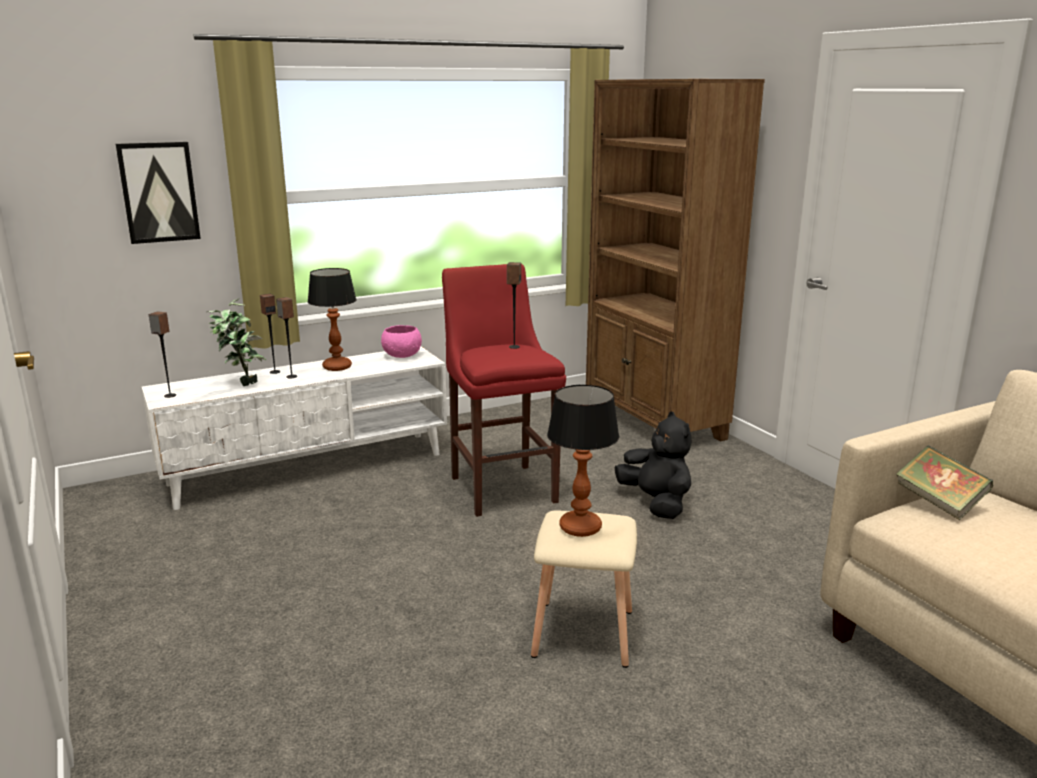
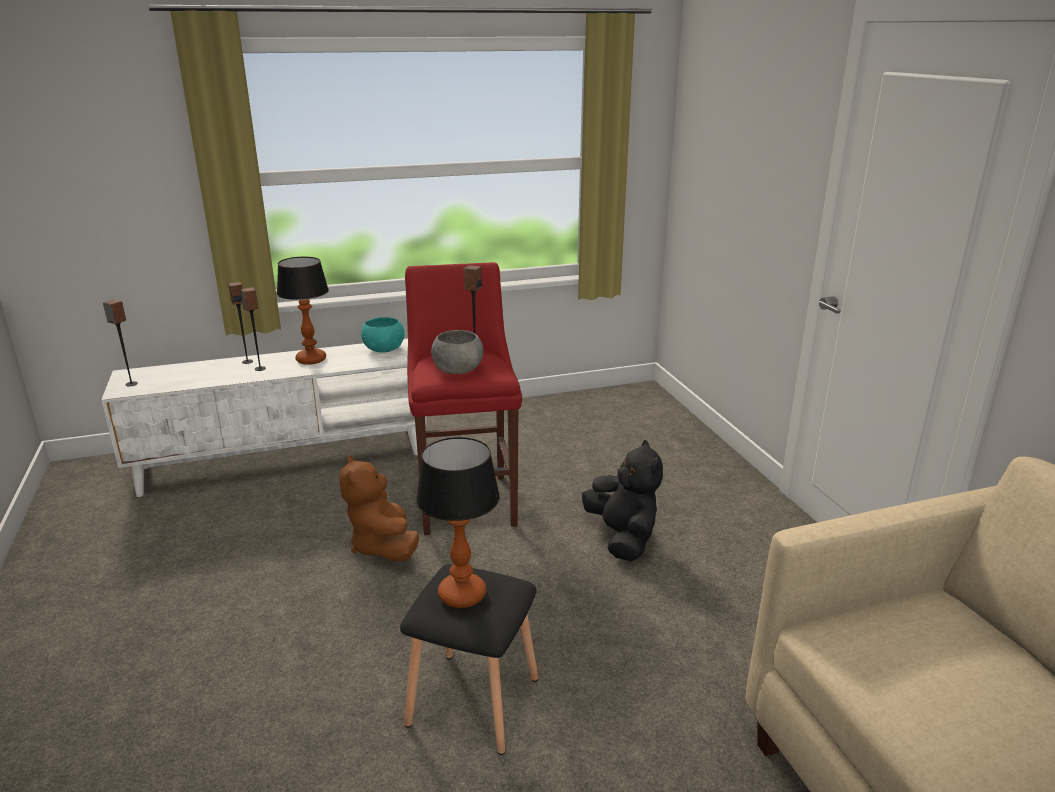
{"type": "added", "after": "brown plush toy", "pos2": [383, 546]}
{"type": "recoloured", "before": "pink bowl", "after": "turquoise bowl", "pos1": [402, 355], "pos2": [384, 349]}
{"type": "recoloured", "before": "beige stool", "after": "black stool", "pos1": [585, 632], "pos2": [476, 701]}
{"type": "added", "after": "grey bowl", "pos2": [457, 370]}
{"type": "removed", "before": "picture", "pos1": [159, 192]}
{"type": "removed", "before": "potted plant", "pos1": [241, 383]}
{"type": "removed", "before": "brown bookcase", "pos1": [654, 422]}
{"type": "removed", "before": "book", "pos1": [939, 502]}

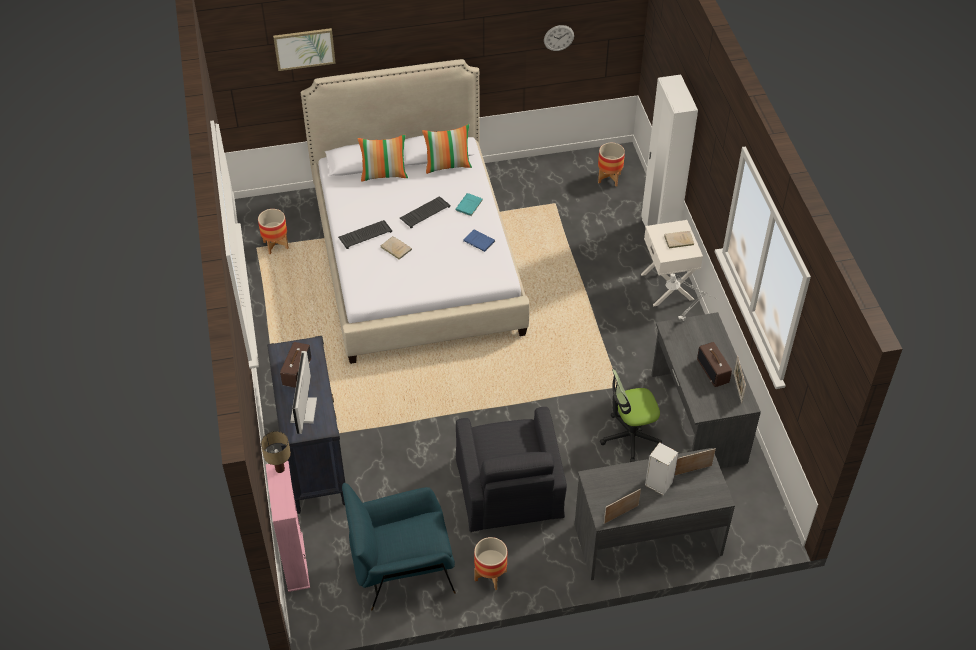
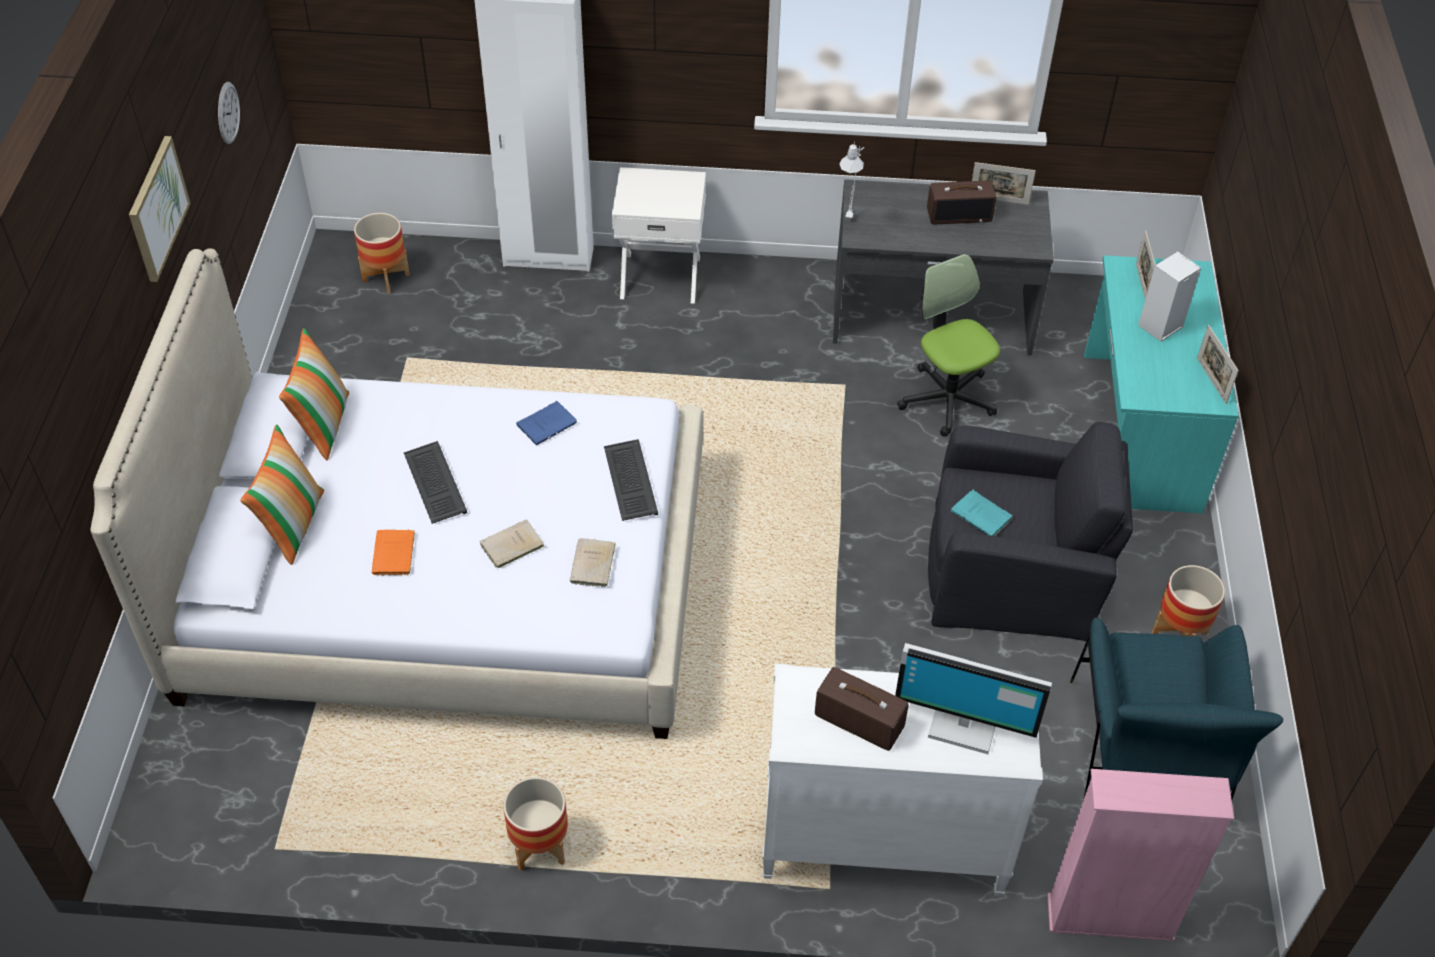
{"type": "moved", "before": "picture", "pos1": [304, 48], "pos2": [157, 208]}
{"type": "added", "after": "orange book", "pos2": [393, 555]}
{"type": "moved", "before": "planter", "pos1": [276, 245], "pos2": [539, 847]}
{"type": "moved", "before": "beige book", "pos1": [678, 240], "pos2": [592, 566]}
{"type": "moved", "before": "keyboard", "pos1": [365, 234], "pos2": [629, 481]}
{"type": "recoloured", "before": "black dresser", "after": "white dresser", "pos1": [313, 459], "pos2": [881, 844]}
{"type": "turned", "before": "office chair", "pos1": [630, 437], "pos2": [947, 399], "turn": 150}
{"type": "moved", "before": "turquoise book", "pos1": [468, 206], "pos2": [982, 516]}
{"type": "recoloured", "before": "grey desk", "after": "turquoise desk", "pos1": [647, 538], "pos2": [1138, 430]}
{"type": "removed", "before": "table lamp", "pos1": [279, 469]}

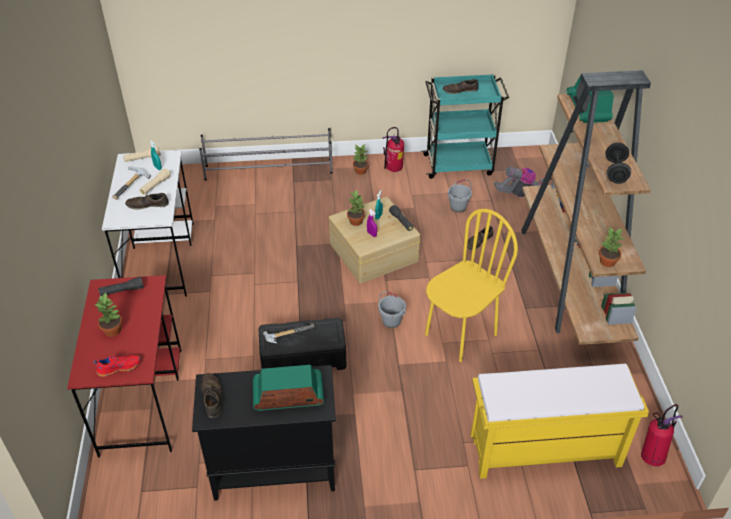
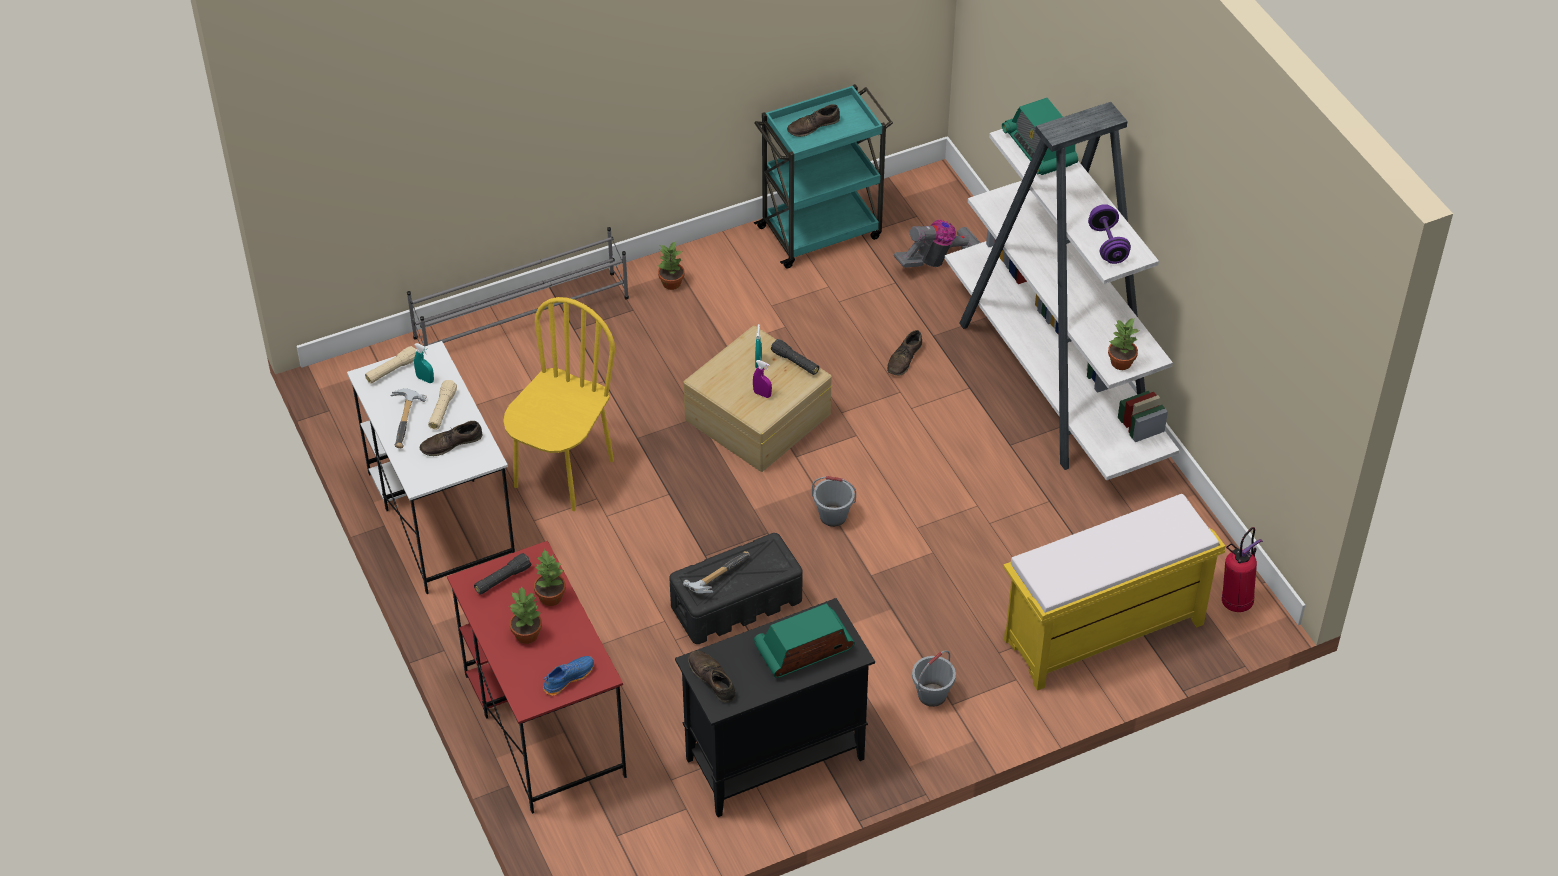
{"type": "moved", "before": "yellow chair", "pos1": [460, 334], "pos2": [563, 473]}
{"type": "moved", "before": "potted plant", "pos1": [356, 221], "pos2": [550, 596]}
{"type": "recoloured", "before": "red shoe", "after": "blue shoe", "pos1": [119, 367], "pos2": [568, 678]}
{"type": "moved", "before": "grey bucket", "pos1": [458, 207], "pos2": [932, 695]}
{"type": "recoloured", "before": "brown bookcase", "after": "white bookcase", "pos1": [570, 278], "pos2": [1055, 382]}
{"type": "recoloured", "before": "black dumbbell", "after": "purple dumbbell", "pos1": [615, 172], "pos2": [1107, 245]}
{"type": "removed", "before": "fire extinguisher", "pos1": [393, 170]}

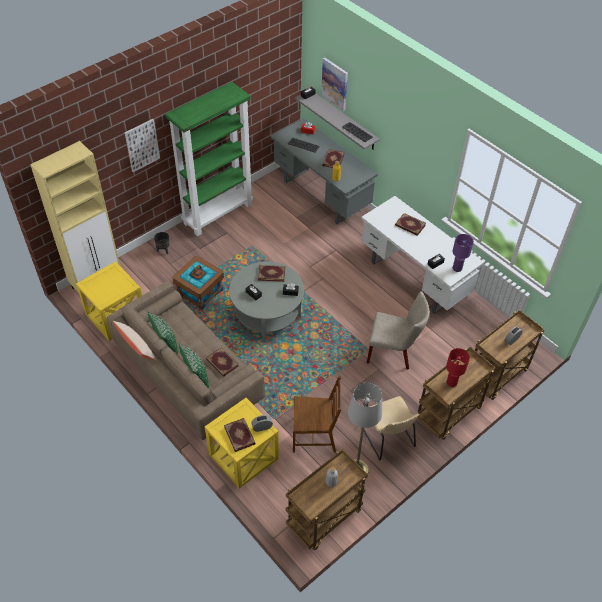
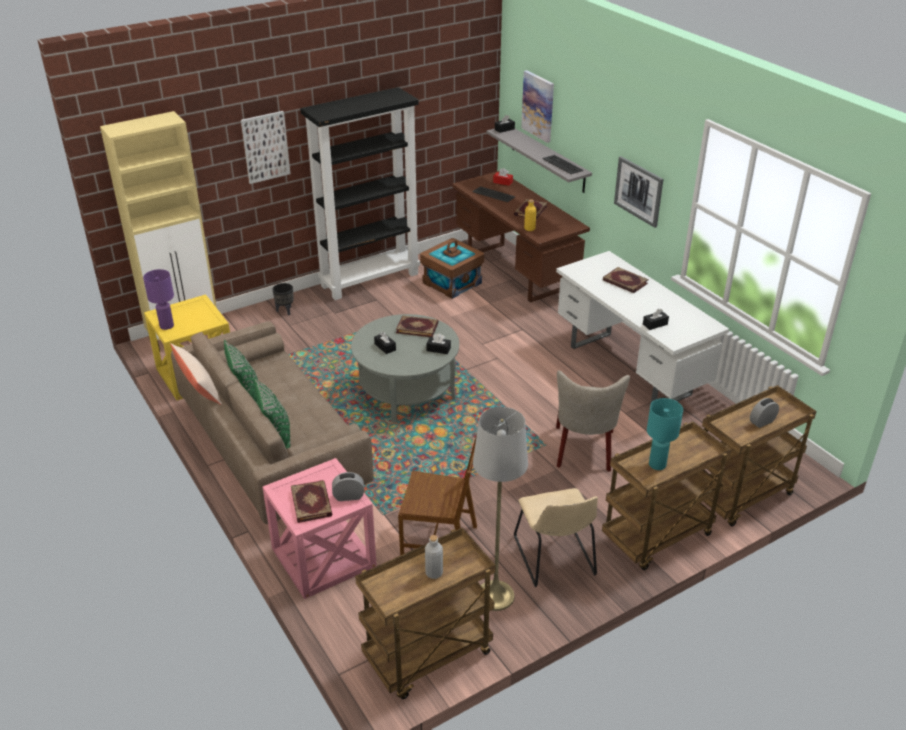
{"type": "moved", "before": "purple table lamp", "pos1": [457, 268], "pos2": [167, 326]}
{"type": "recoloured", "before": "yellow side table", "after": "pink side table", "pos1": [243, 456], "pos2": [323, 557]}
{"type": "recoloured", "before": "green bookcase", "after": "black bookcase", "pos1": [218, 213], "pos2": [370, 279]}
{"type": "moved", "before": "brown storage box", "pos1": [200, 291], "pos2": [452, 283]}
{"type": "recoloured", "before": "grey desk", "after": "brown desk", "pos1": [322, 195], "pos2": [516, 272]}
{"type": "turned", "before": "beige chair", "pos1": [393, 352], "pos2": [584, 452], "turn": 75}
{"type": "added", "after": "picture", "pos2": [638, 191]}
{"type": "recoloured", "before": "red table lamp", "after": "turquoise table lamp", "pos1": [451, 382], "pos2": [656, 464]}
{"type": "removed", "before": "book", "pos1": [222, 363]}

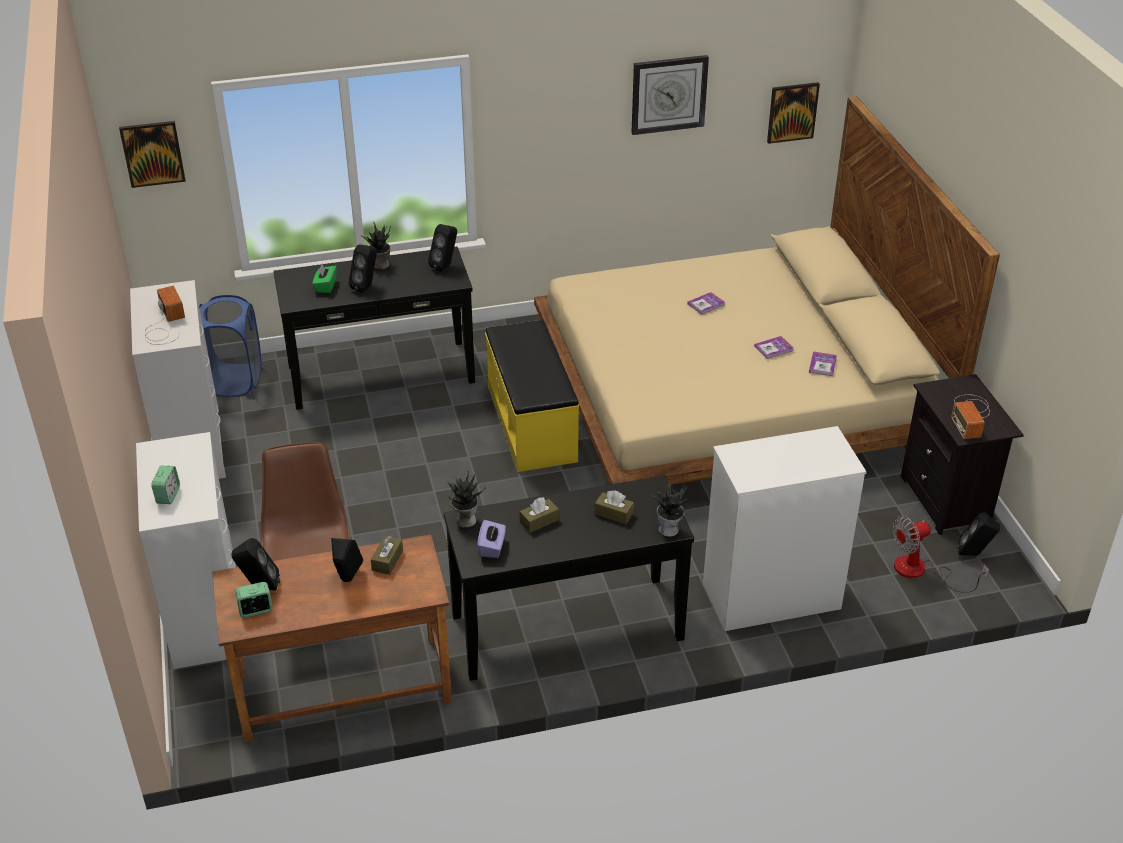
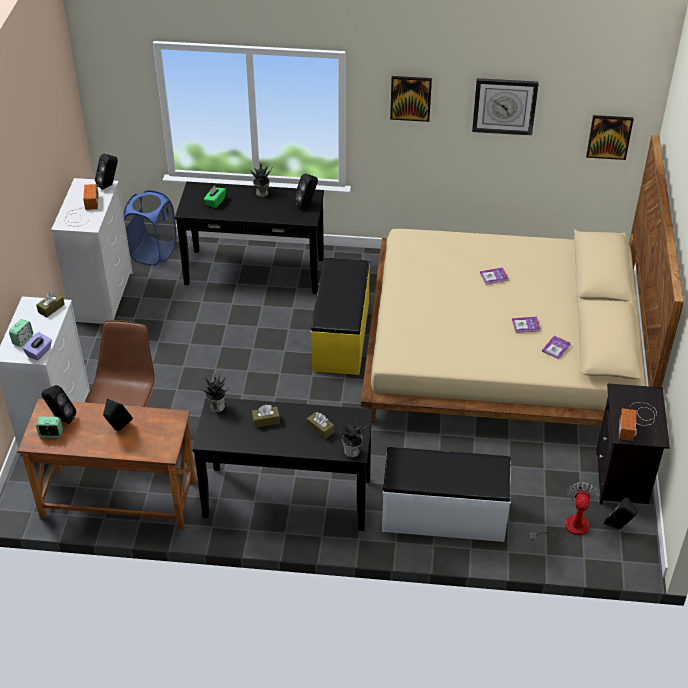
{"type": "moved", "before": "purple tissue box", "pos1": [492, 547], "pos2": [39, 352]}
{"type": "moved", "before": "brown tissue box", "pos1": [387, 560], "pos2": [51, 308]}
{"type": "moved", "before": "black speaker", "pos1": [366, 287], "pos2": [109, 185]}
{"type": "replaced", "before": "white dresser", "after": "white bench", "pos1": [770, 596], "pos2": [443, 516]}
{"type": "moved", "before": "picture", "pos1": [152, 153], "pos2": [410, 98]}
{"type": "turned", "before": "fan", "pos1": [921, 571], "pos2": [568, 529], "turn": 105}

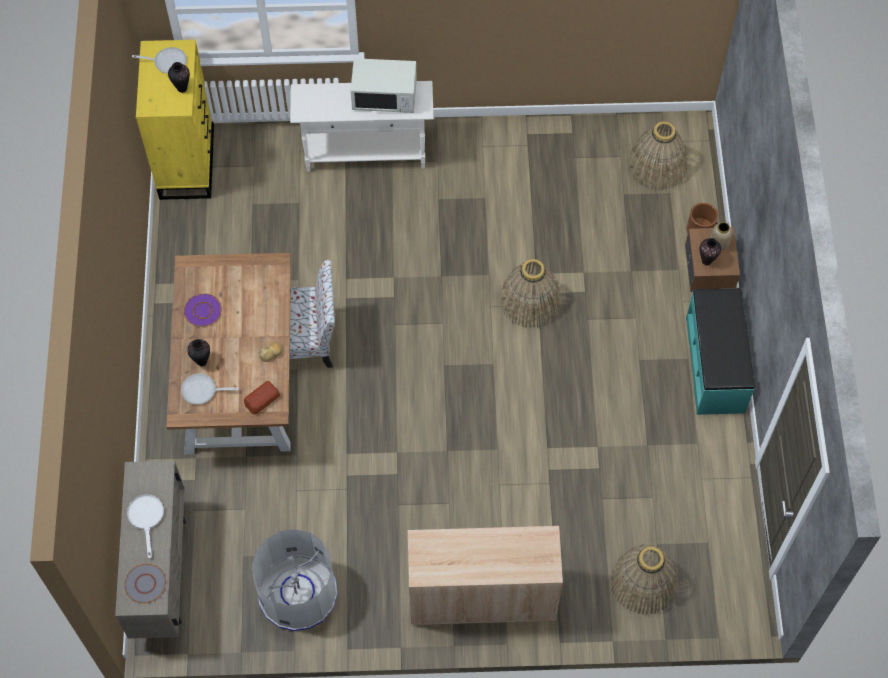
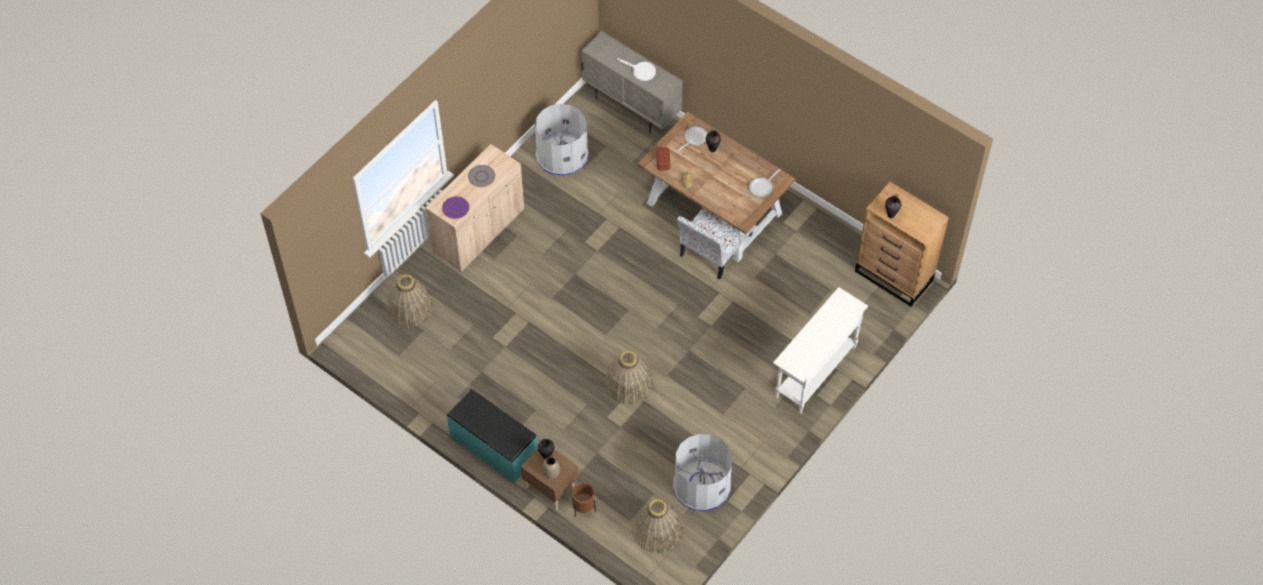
{"type": "moved", "before": "purple plate", "pos1": [202, 310], "pos2": [455, 208]}
{"type": "moved", "before": "grey plate", "pos1": [145, 584], "pos2": [481, 176]}
{"type": "added", "after": "grey trash can", "pos2": [701, 485]}
{"type": "moved", "before": "frying pan", "pos1": [167, 62], "pos2": [762, 187]}
{"type": "recoloured", "before": "yellow dresser", "after": "brown dresser", "pos1": [187, 161], "pos2": [894, 276]}
{"type": "removed", "before": "white microwave", "pos1": [384, 97]}

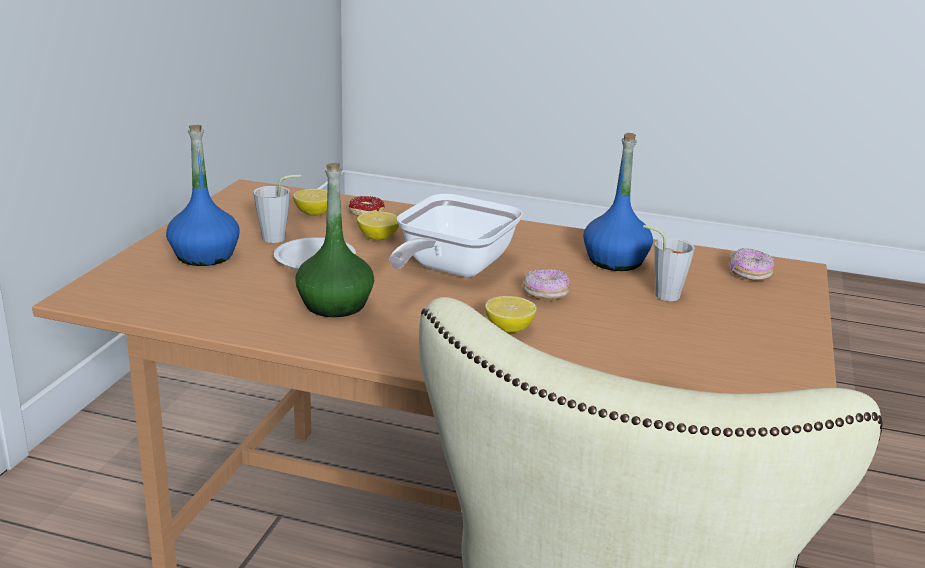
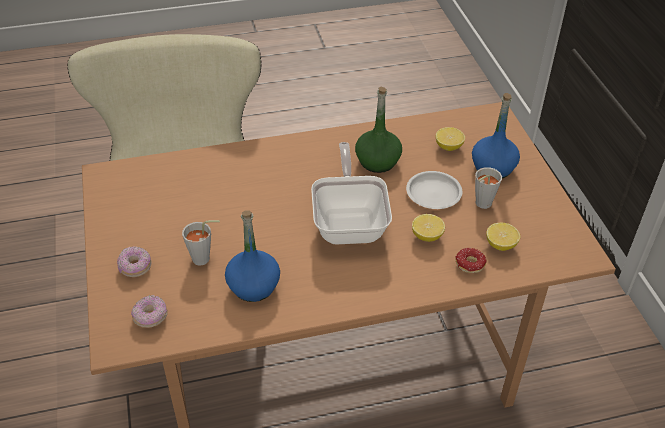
{"type": "moved", "before": "donut", "pos1": [545, 295], "pos2": [135, 267]}
{"type": "moved", "before": "lemon", "pos1": [509, 328], "pos2": [448, 147]}

